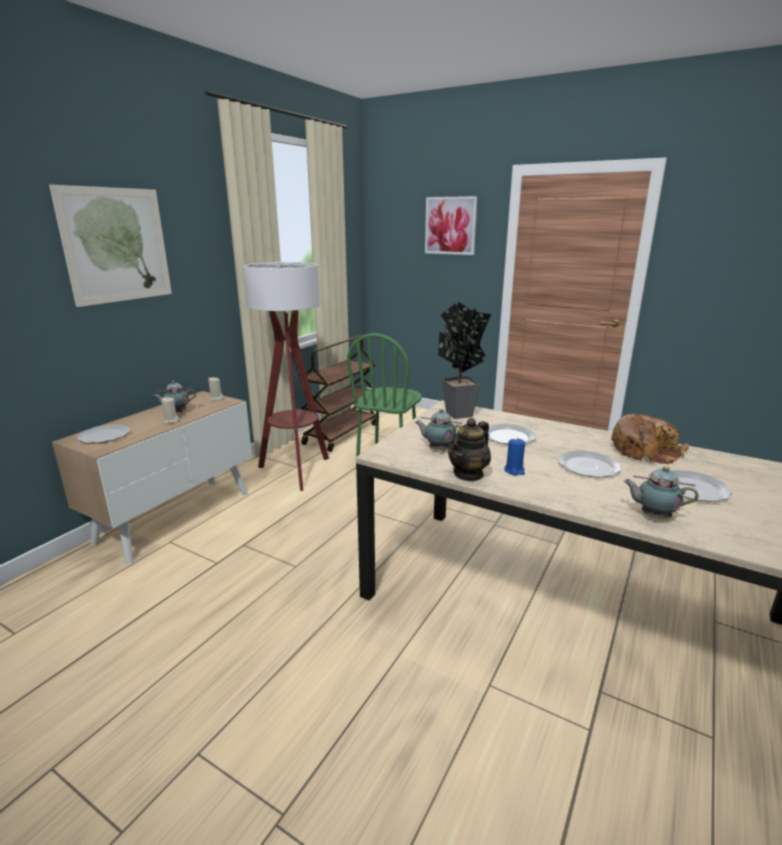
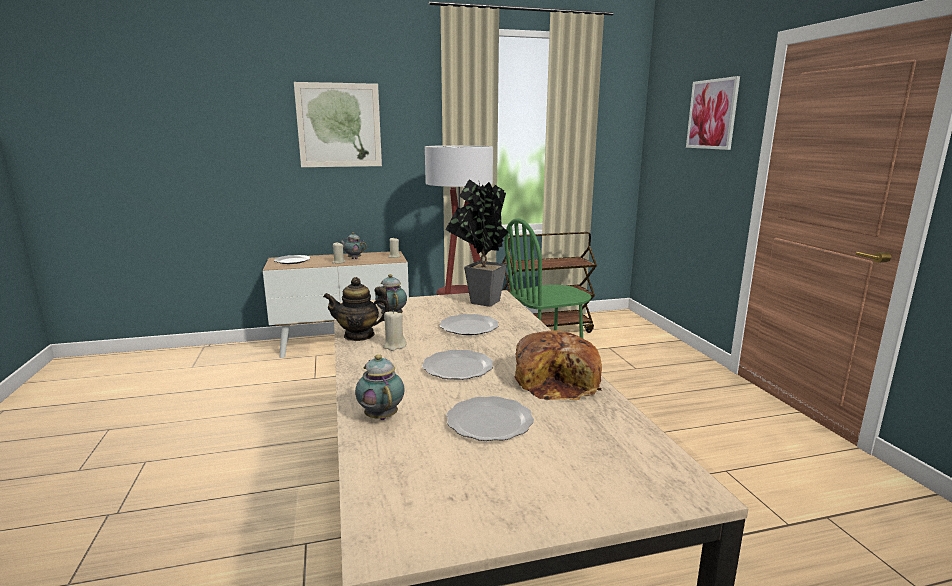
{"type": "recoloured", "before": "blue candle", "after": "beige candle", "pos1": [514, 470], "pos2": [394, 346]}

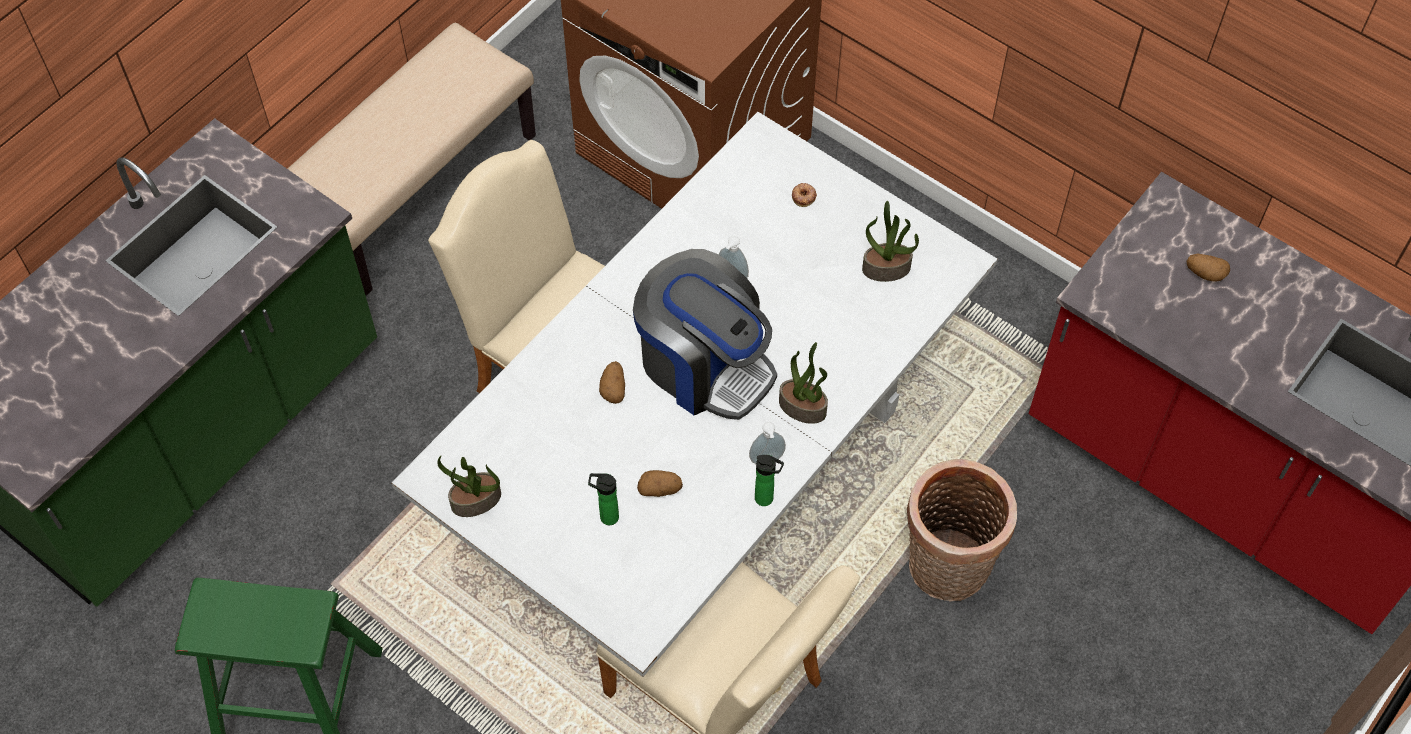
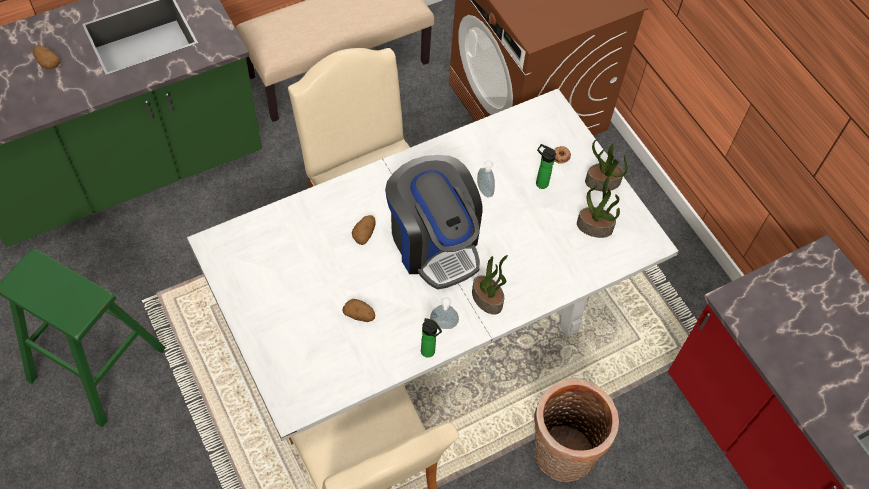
{"type": "moved", "before": "potato", "pos1": [1205, 273], "pos2": [47, 62]}
{"type": "moved", "before": "bottle", "pos1": [606, 516], "pos2": [540, 182]}
{"type": "moved", "before": "potted plant", "pos1": [476, 501], "pos2": [602, 182]}

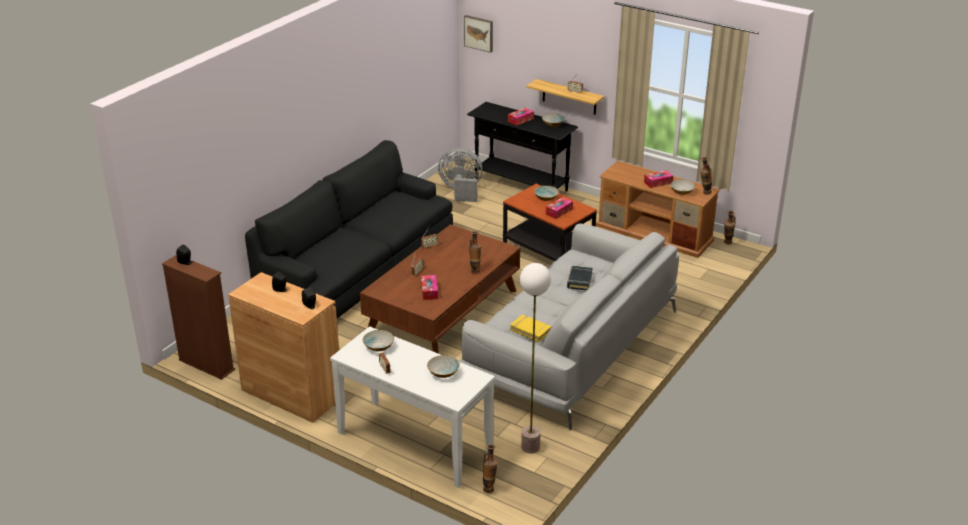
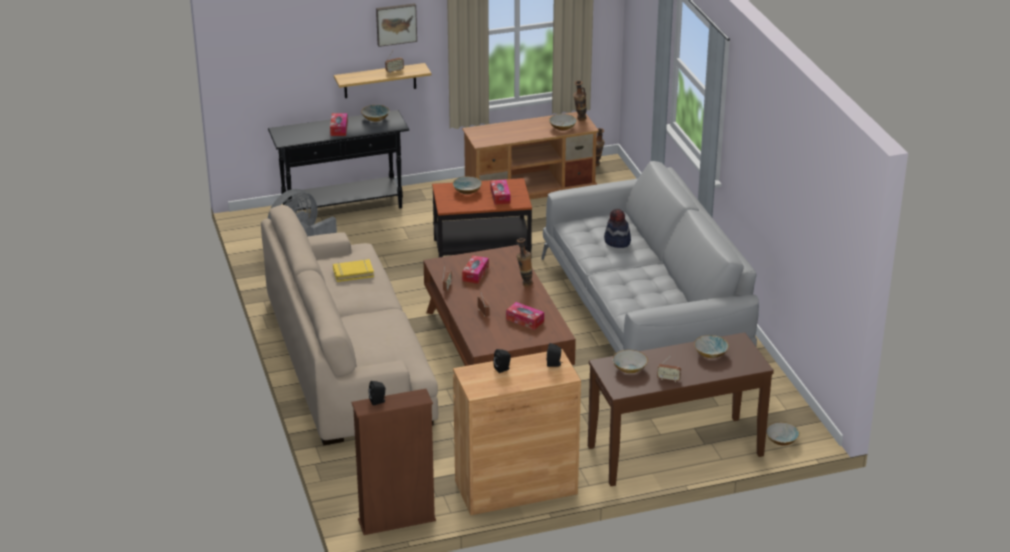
{"type": "recoloured", "before": "black sofa", "after": "beige sofa", "pos1": [358, 266], "pos2": [348, 359]}
{"type": "moved", "before": "yellow book", "pos1": [530, 330], "pos2": [353, 273]}
{"type": "moved", "before": "picture", "pos1": [479, 33], "pos2": [396, 24]}
{"type": "moved", "before": "tissue box", "pos1": [658, 182], "pos2": [475, 274]}
{"type": "recoloured", "before": "white console table", "after": "brown console table", "pos1": [414, 442], "pos2": [675, 451]}
{"type": "replaced", "before": "black book", "after": "hat", "pos1": [579, 280], "pos2": [617, 241]}
{"type": "replaced", "before": "vase", "after": "bowl", "pos1": [489, 488], "pos2": [781, 441]}
{"type": "removed", "before": "floor lamp", "pos1": [530, 447]}

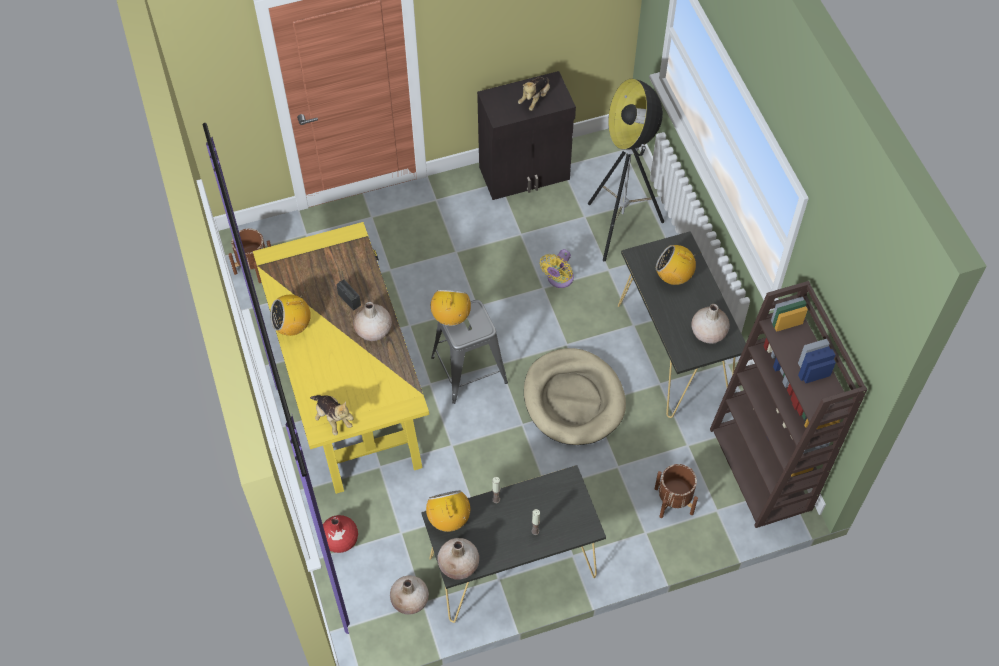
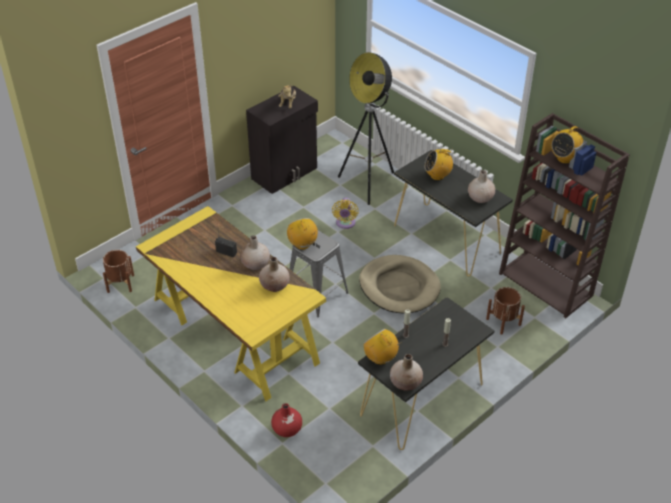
{"type": "moved", "before": "beige vase", "pos1": [410, 600], "pos2": [275, 285]}
{"type": "moved", "before": "radio", "pos1": [293, 326], "pos2": [564, 158]}
{"type": "removed", "before": "plush toy", "pos1": [332, 418]}

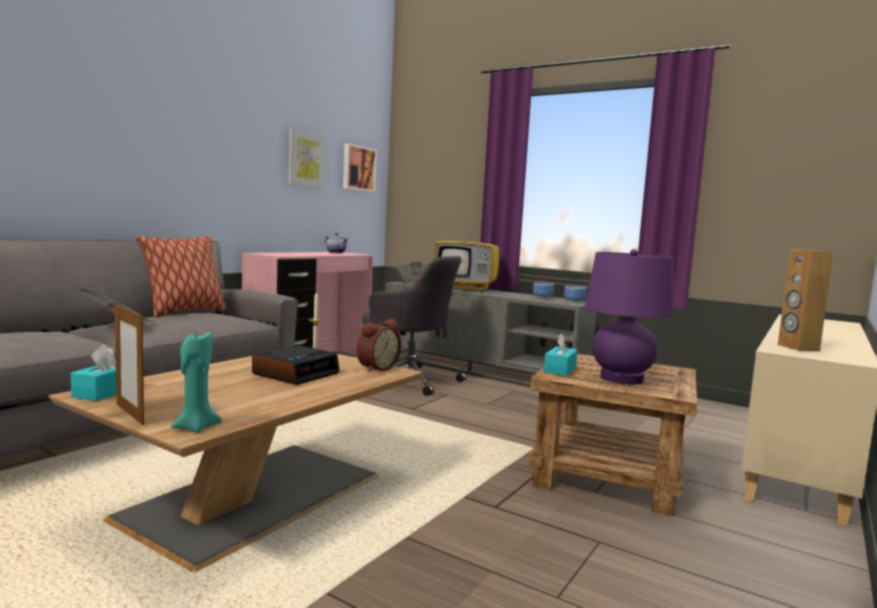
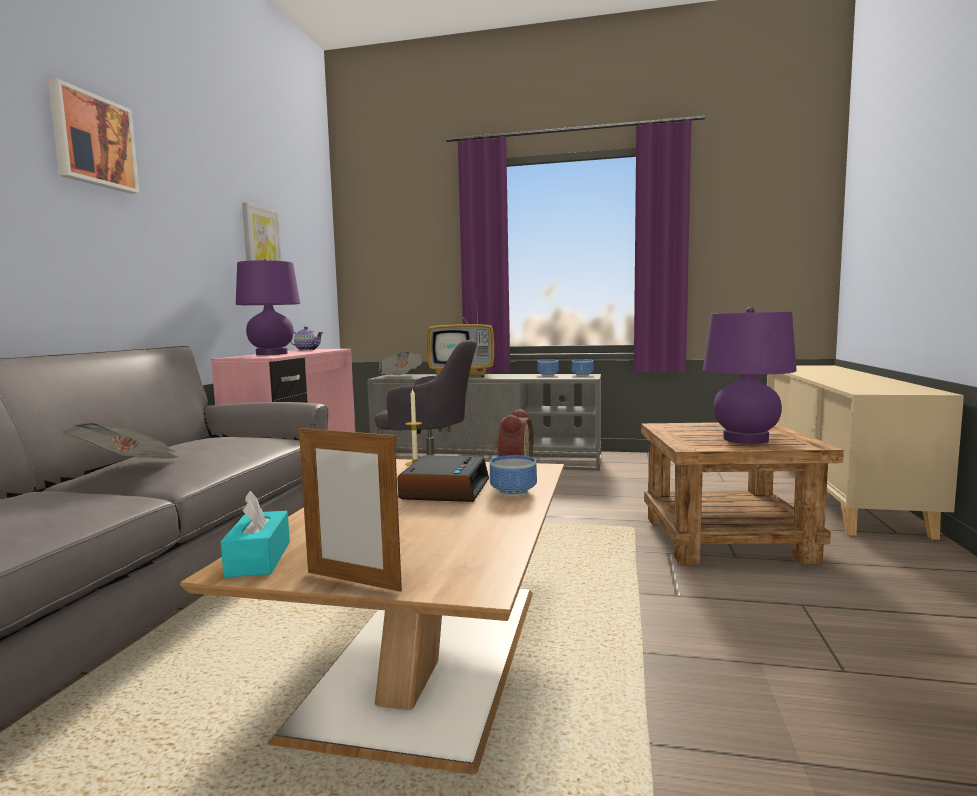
{"type": "moved", "before": "picture", "pos1": [358, 168], "pos2": [92, 141]}
{"type": "added", "after": "purple table lamp", "pos2": [272, 354]}
{"type": "added", "after": "bowl", "pos2": [514, 493]}
{"type": "removed", "before": "pillow", "pos1": [184, 312]}
{"type": "removed", "before": "turquoise candle", "pos1": [196, 427]}
{"type": "removed", "before": "turquoise tissue box", "pos1": [560, 369]}
{"type": "removed", "before": "brown speaker", "pos1": [797, 347]}

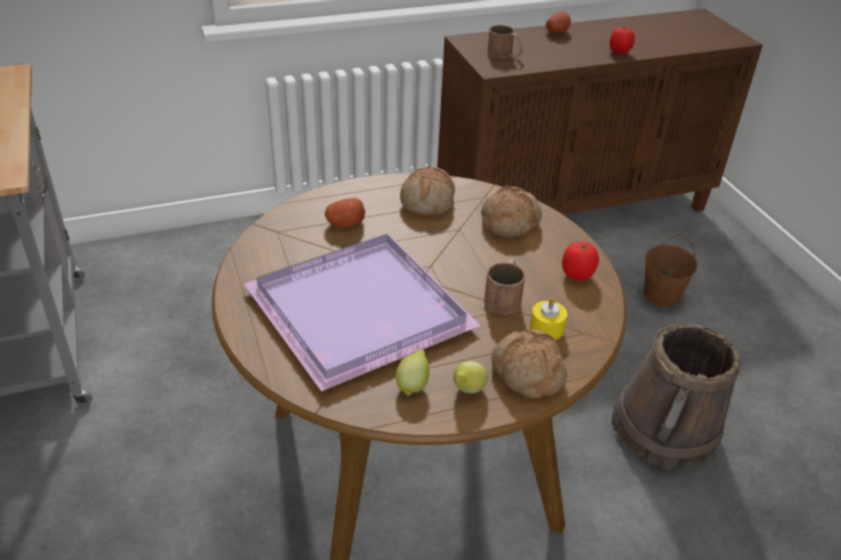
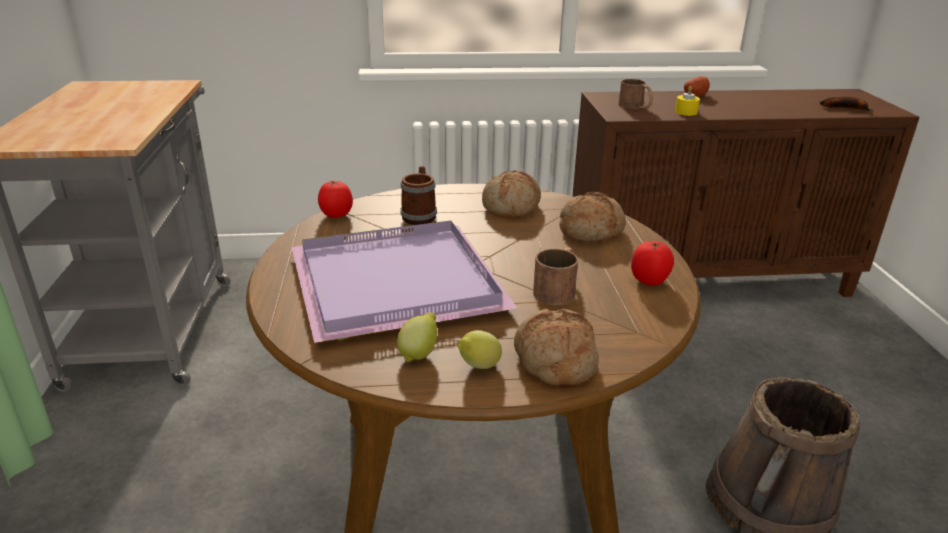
{"type": "moved", "before": "tomato", "pos1": [619, 52], "pos2": [336, 216]}
{"type": "replaced", "before": "potato", "after": "mug", "pos1": [345, 224], "pos2": [419, 215]}
{"type": "moved", "before": "yellow candle", "pos1": [546, 329], "pos2": [686, 112]}
{"type": "added", "after": "banana", "pos2": [846, 108]}
{"type": "removed", "before": "brown bucket", "pos1": [661, 295]}

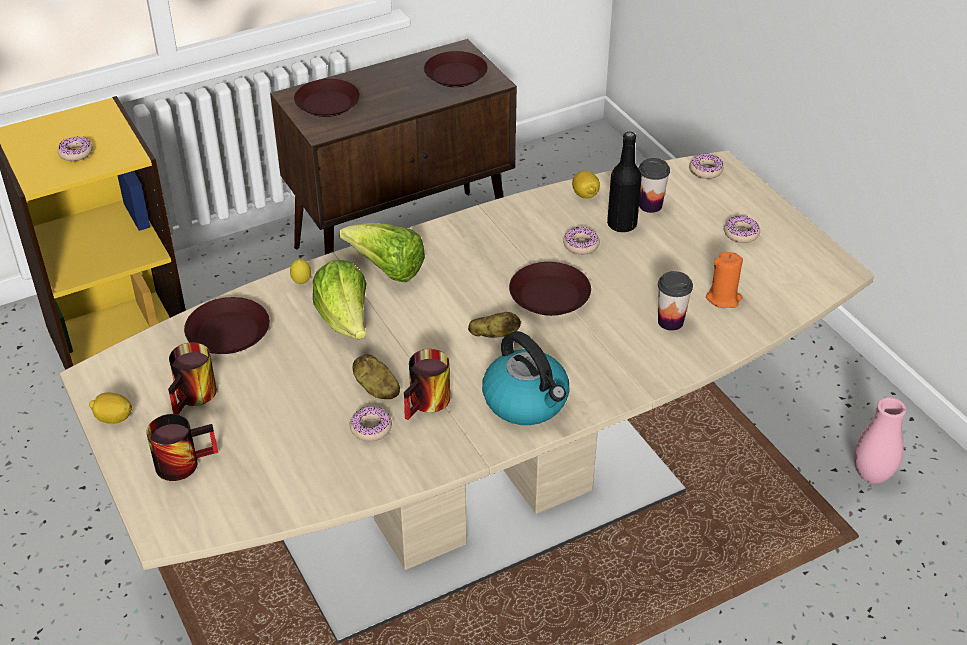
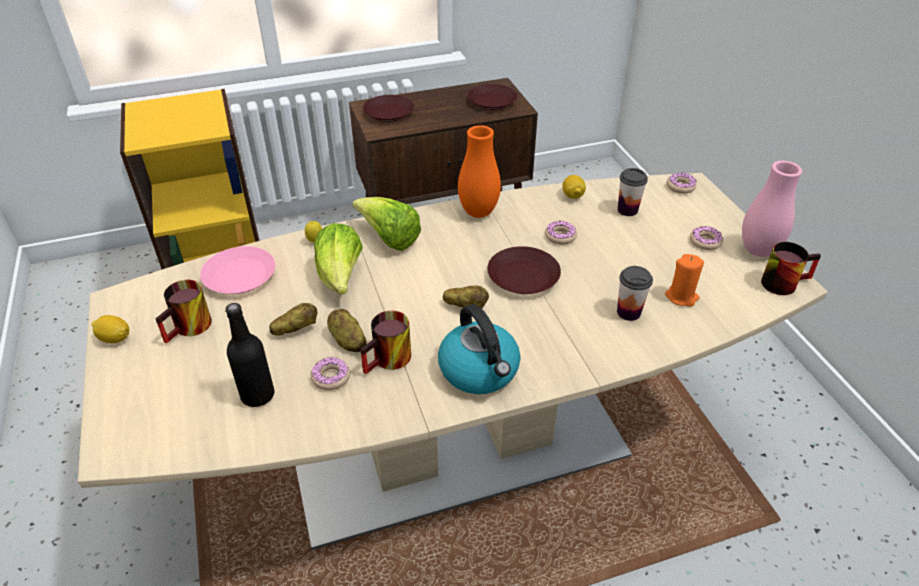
{"type": "recoloured", "before": "brown plate", "after": "pink plate", "pos1": [229, 333], "pos2": [241, 276]}
{"type": "moved", "before": "black bottle", "pos1": [622, 224], "pos2": [258, 395]}
{"type": "added", "after": "potato", "pos2": [295, 329]}
{"type": "added", "after": "orange vase", "pos2": [478, 212]}
{"type": "moved", "before": "pink vase", "pos1": [871, 475], "pos2": [758, 251]}
{"type": "moved", "before": "mug", "pos1": [183, 460], "pos2": [782, 281]}
{"type": "removed", "before": "donut", "pos1": [76, 153]}

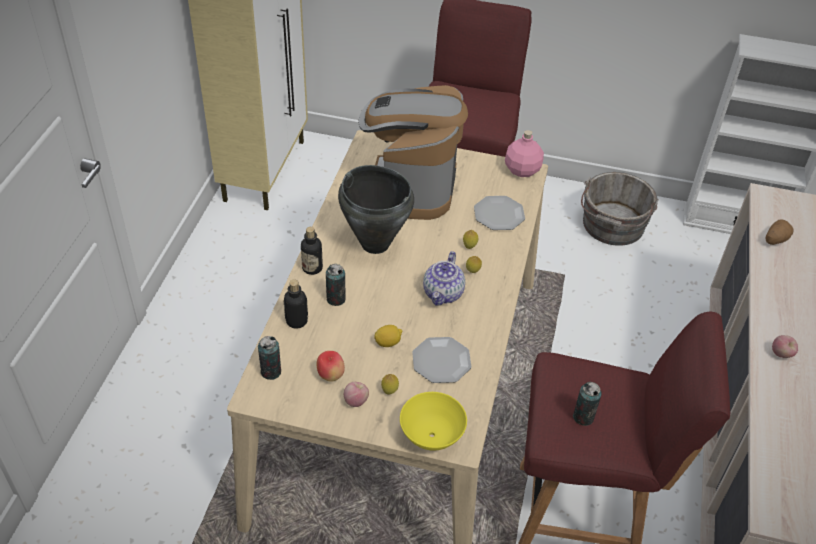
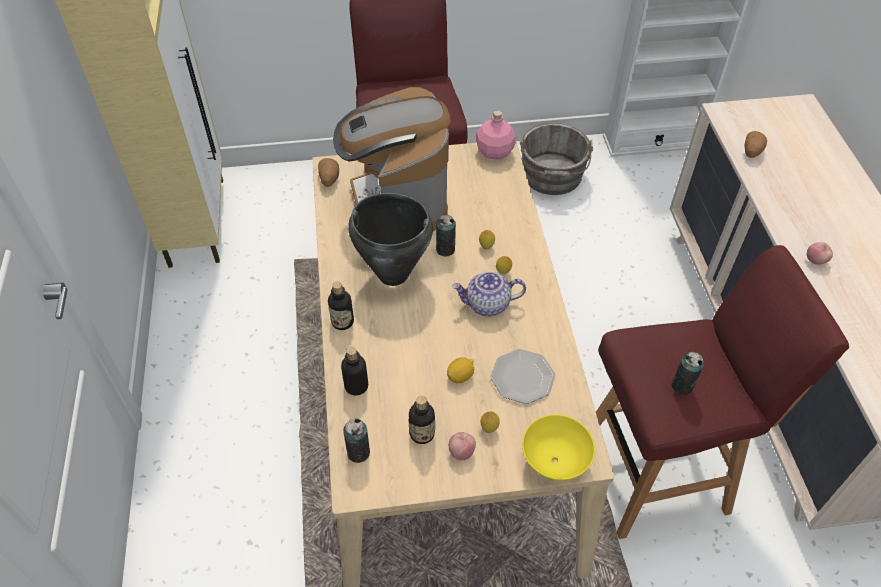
{"type": "added", "after": "potato", "pos2": [329, 179]}
{"type": "replaced", "before": "apple", "after": "bottle", "pos1": [331, 375], "pos2": [422, 434]}
{"type": "moved", "before": "can", "pos1": [336, 299], "pos2": [445, 249]}
{"type": "turned", "before": "teapot", "pos1": [443, 294], "pos2": [487, 305], "turn": 90}
{"type": "removed", "before": "plate", "pos1": [498, 214]}

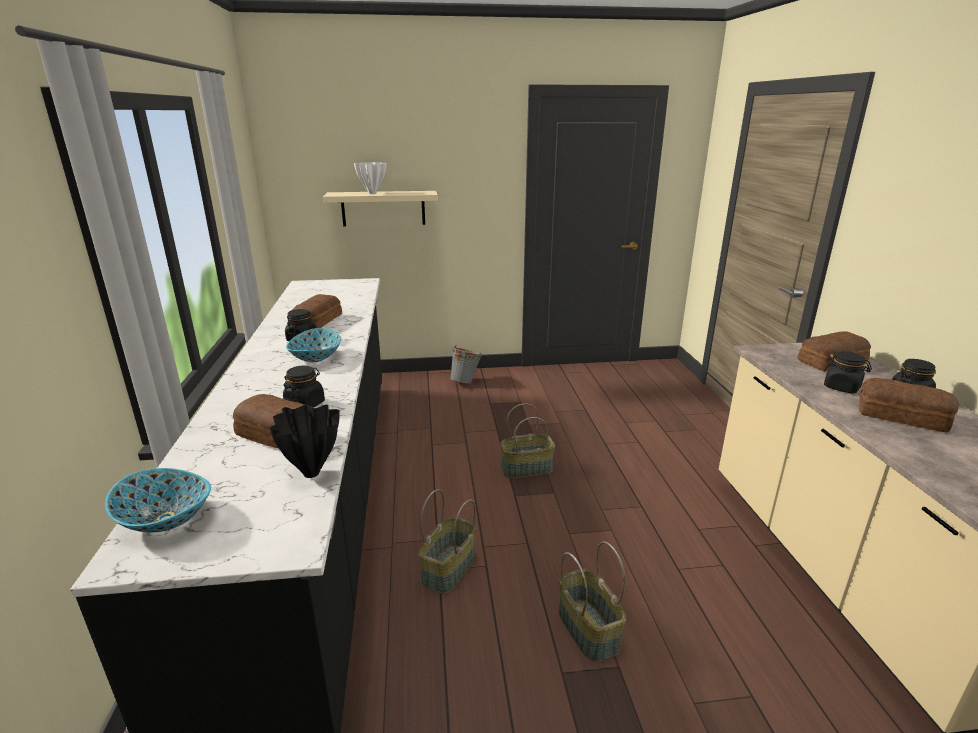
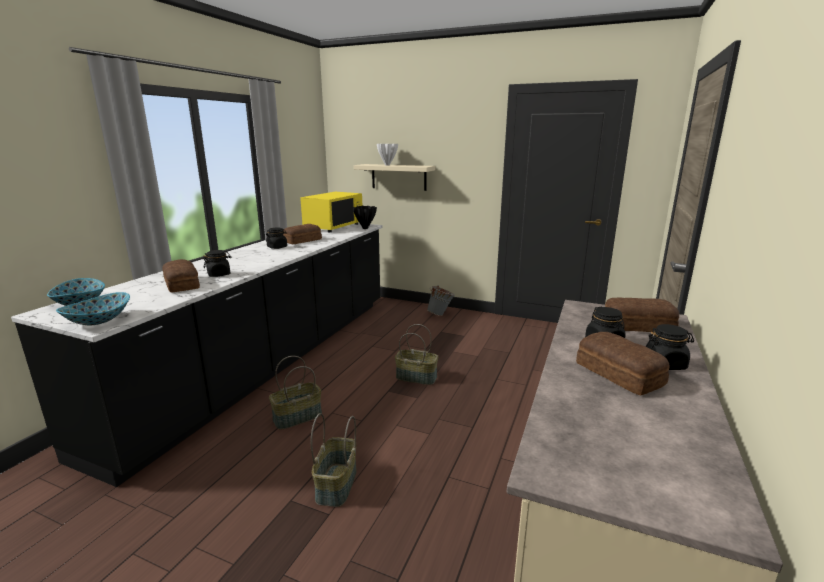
{"type": "moved", "before": "bowl", "pos1": [316, 357], "pos2": [99, 321]}
{"type": "added", "after": "yellow microwave", "pos2": [333, 226]}
{"type": "moved", "before": "black vase", "pos1": [312, 474], "pos2": [365, 228]}

